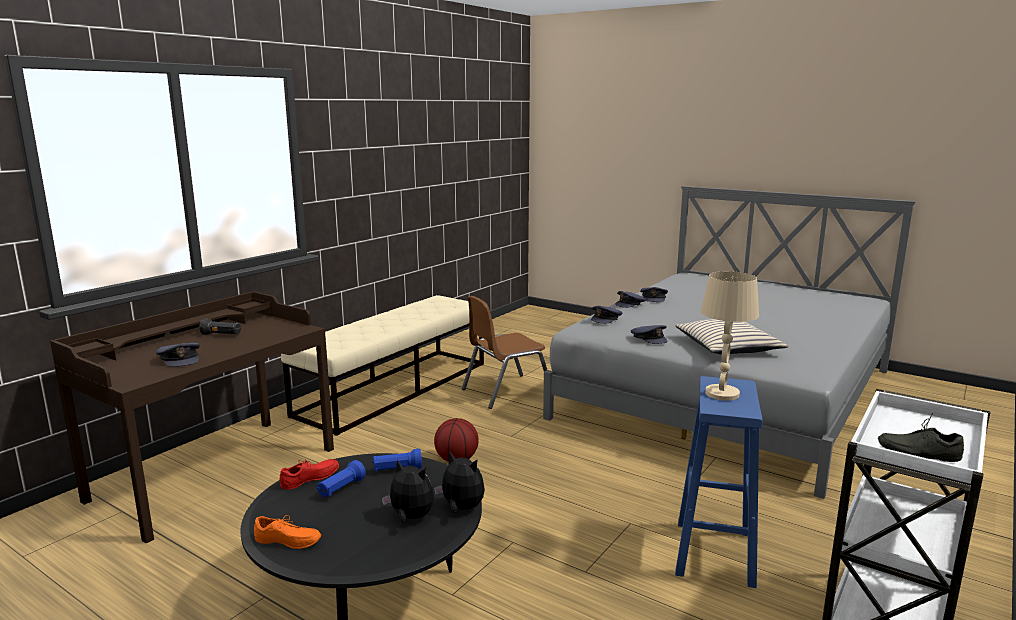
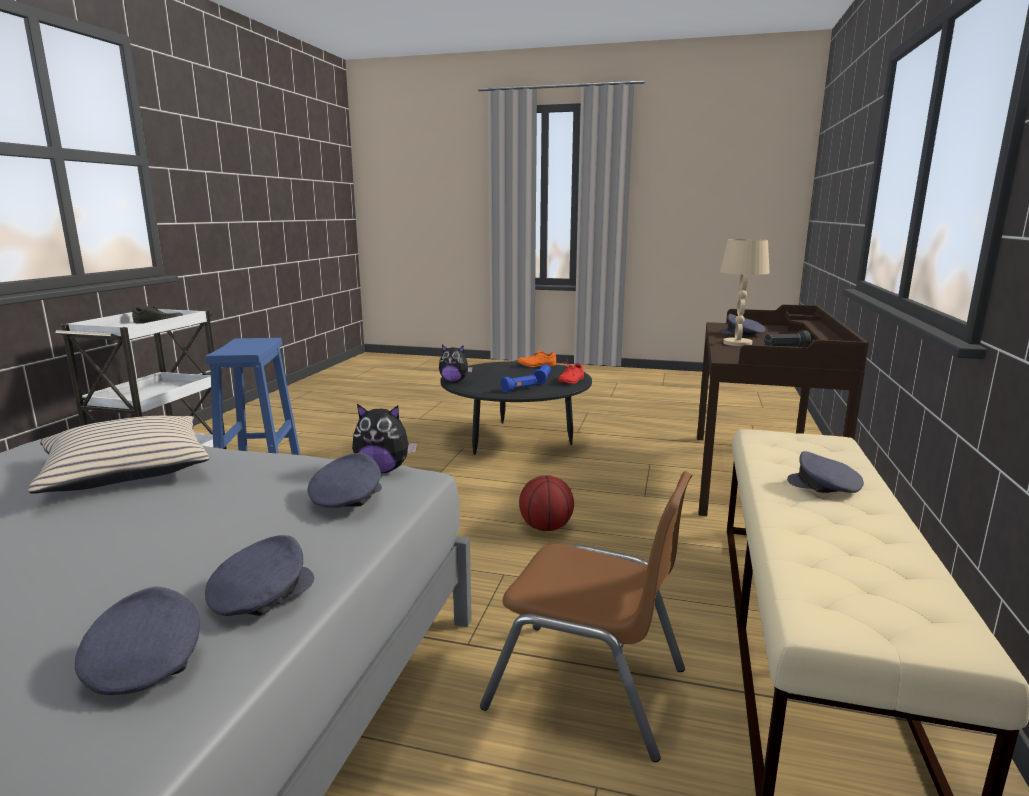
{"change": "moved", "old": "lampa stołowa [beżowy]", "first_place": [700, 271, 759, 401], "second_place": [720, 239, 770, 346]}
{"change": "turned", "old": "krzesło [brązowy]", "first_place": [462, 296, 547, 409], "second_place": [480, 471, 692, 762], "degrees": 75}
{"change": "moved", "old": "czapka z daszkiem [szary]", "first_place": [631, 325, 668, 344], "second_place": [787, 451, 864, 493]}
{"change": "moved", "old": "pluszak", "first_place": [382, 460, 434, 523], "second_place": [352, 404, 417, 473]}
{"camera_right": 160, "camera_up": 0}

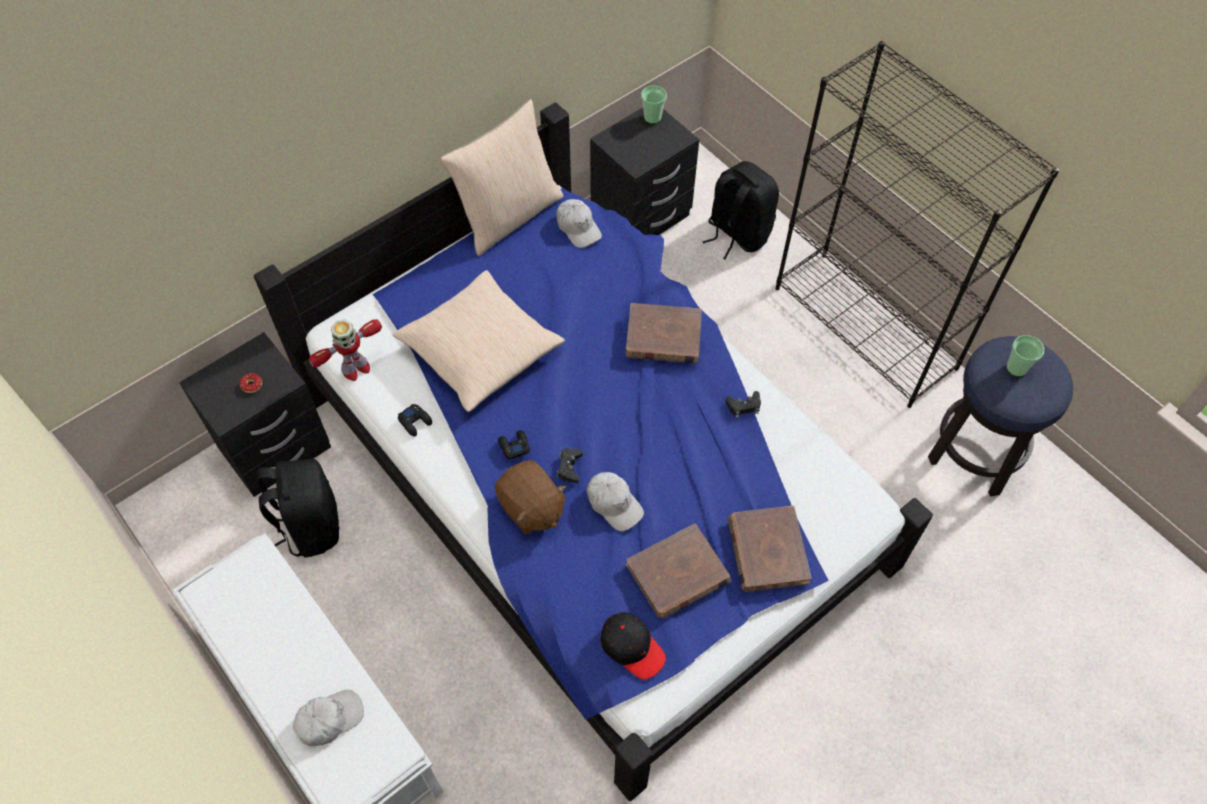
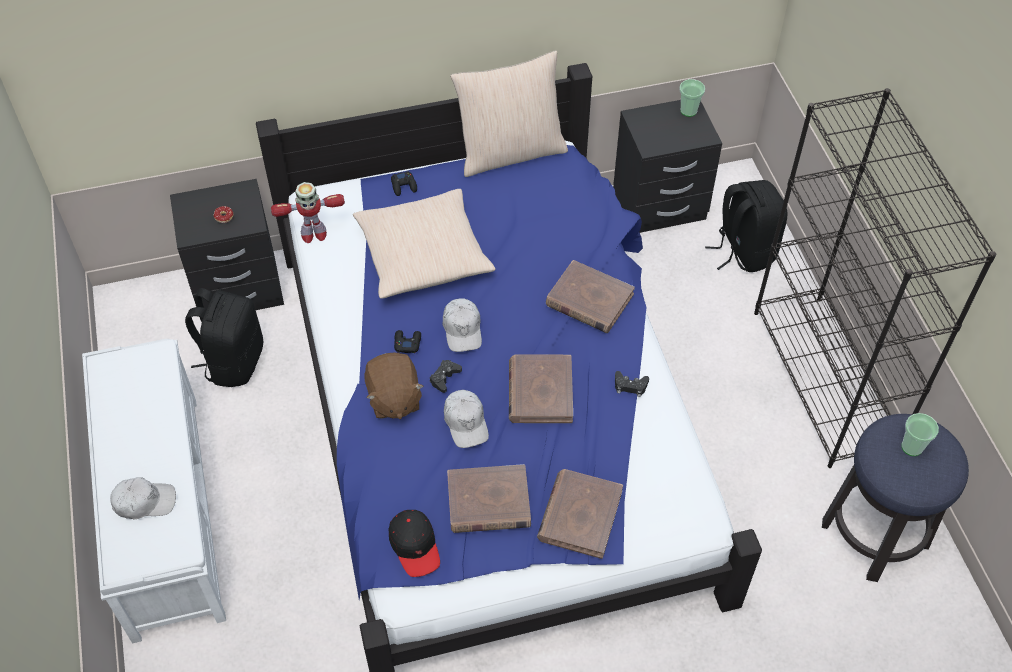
{"change": "moved", "old": "czapka z daszkiem [biały]", "first_place": [556, 199, 602, 248], "second_place": [442, 298, 482, 352]}
{"change": "moved", "old": "pad do gier [czarny]", "first_place": [398, 404, 432, 436], "second_place": [391, 171, 417, 196]}
{"change": "added", "new": "książka [brązowy]", "second_place": [509, 354, 573, 423]}
{"camera_right": 25, "camera_up": -5}

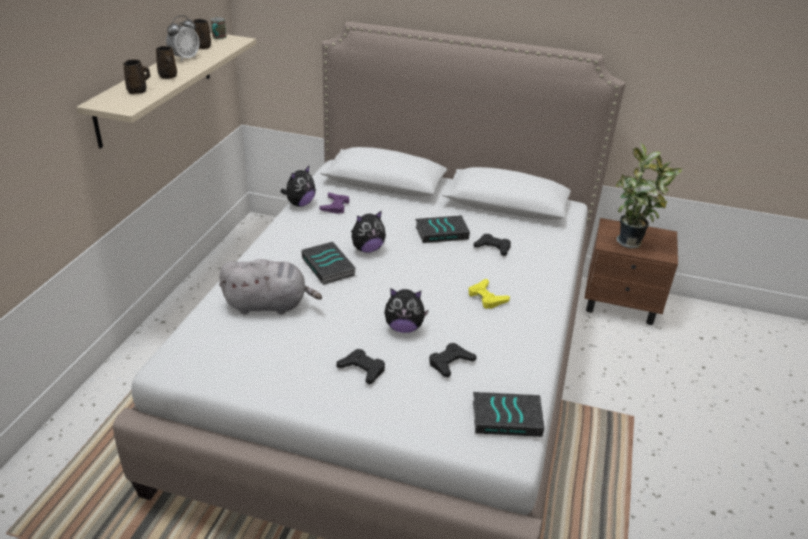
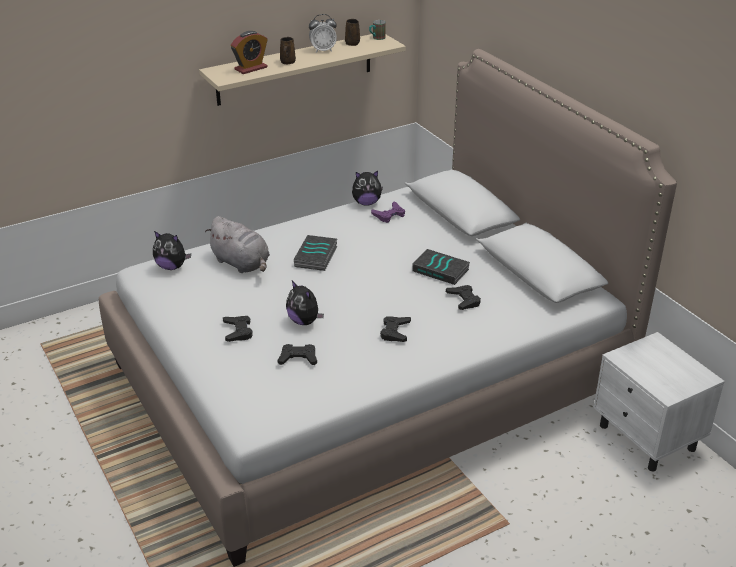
{"change": "replaced", "old": "kubek [brązowy]", "new": "budzik", "first_place": [123, 59, 150, 94], "second_place": [231, 31, 268, 74]}
{"change": "removed", "old": "roślina doniczkowa", "first_place": [616, 141, 683, 248]}
{"change": "moved", "old": "pluszak", "first_place": [351, 211, 386, 253], "second_place": [153, 231, 191, 270]}
{"change": "recoloured", "old": "szafka nocna [brązowy]", "new": "szafka nocna [biały]", "first_place": [584, 218, 678, 325], "second_place": [593, 332, 725, 471]}
{"change": "recoloured", "old": "pad do gier [żółty]", "new": "pad do gier [czarny]", "first_place": [468, 279, 510, 309], "second_place": [380, 316, 411, 342]}
{"change": "removed", "old": "książka", "first_place": [473, 392, 544, 437]}
{"camera_right": 45, "camera_up": 0}

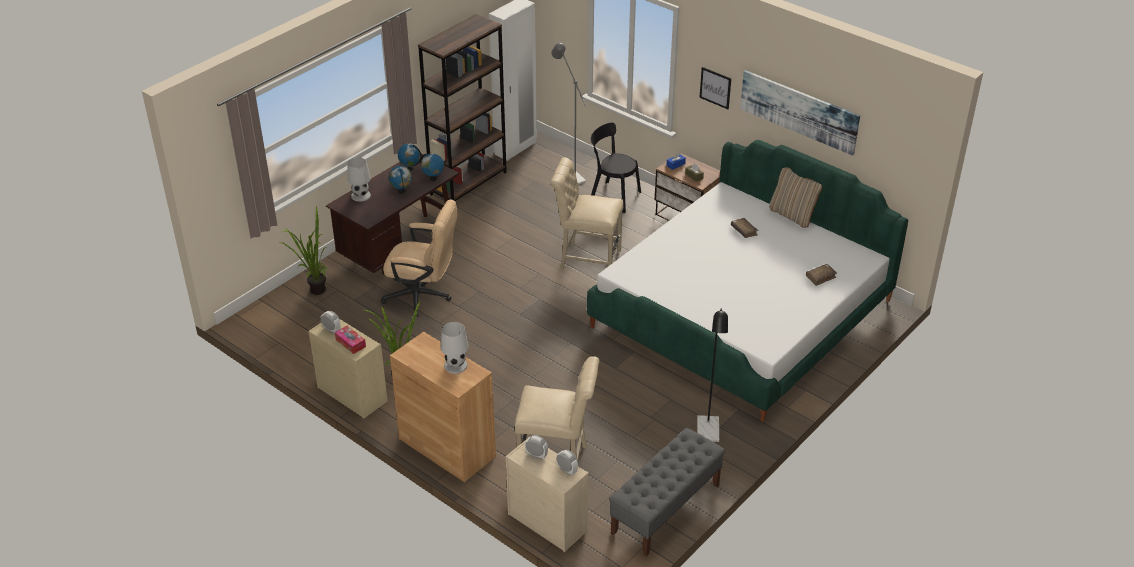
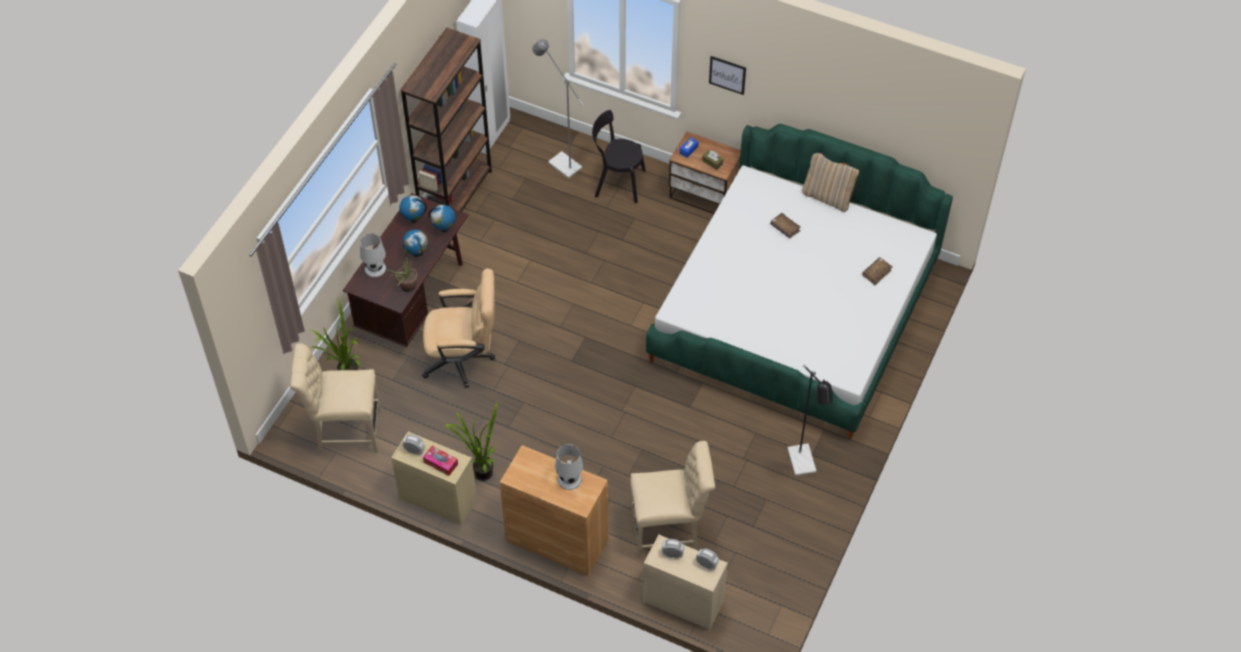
{"change": "removed", "old": "obraz", "first_place": [740, 70, 860, 156]}
{"change": "moved", "old": "krzesło [beżowy]", "first_place": [551, 157, 623, 270], "second_place": [290, 343, 381, 453]}
{"change": "removed", "old": "ławka [szary]", "first_place": [609, 428, 725, 557]}
{"change": "added", "new": "roślina doniczkowa", "second_place": [387, 247, 418, 292]}
{"camera_right": -15, "camera_up": 15}

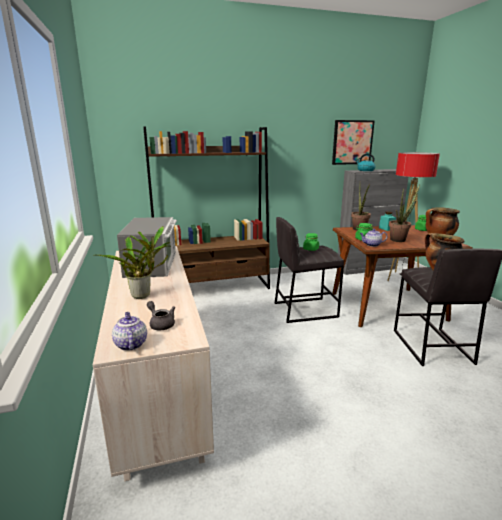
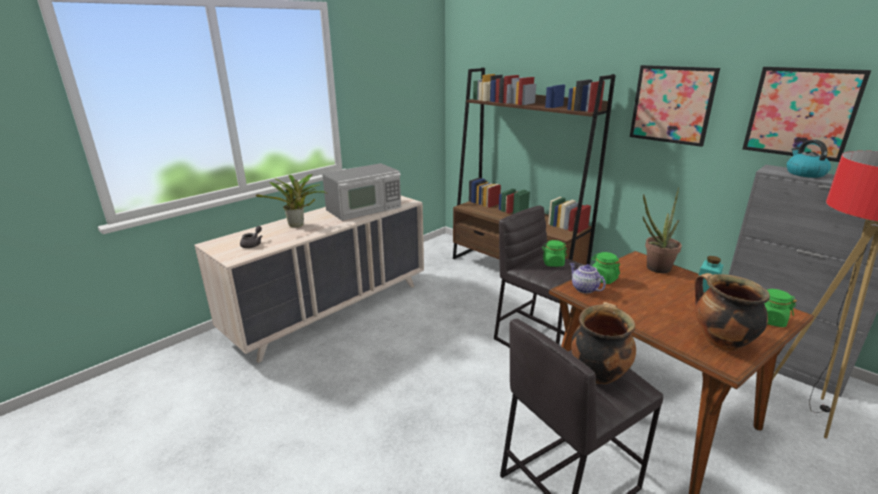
{"change": "removed", "old": "roślina doniczkowa", "first_place": [389, 184, 420, 242]}
{"change": "removed", "old": "imbryk", "first_place": [112, 312, 147, 351]}
{"change": "added", "new": "obraz", "second_place": [630, 65, 720, 147]}
{"camera_right": 60, "camera_up": 5}

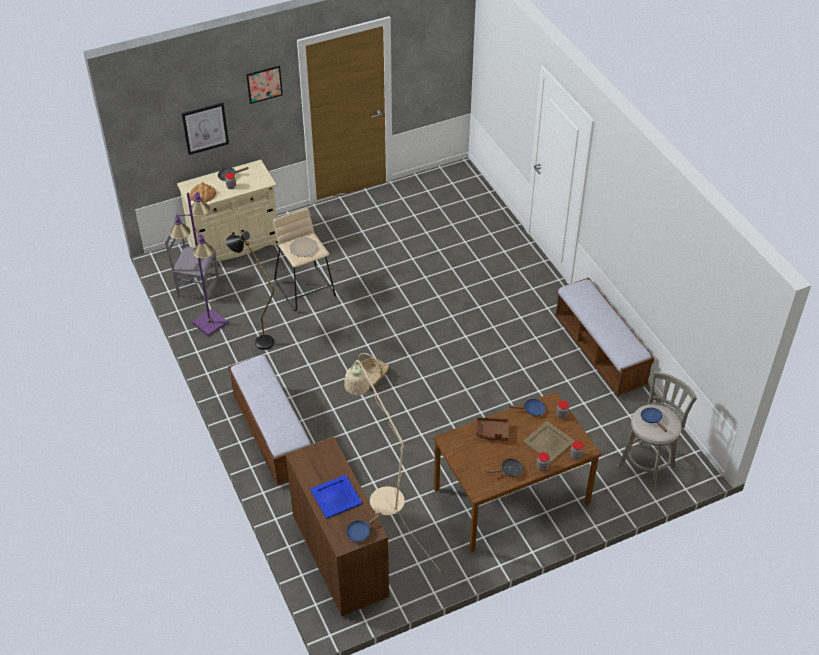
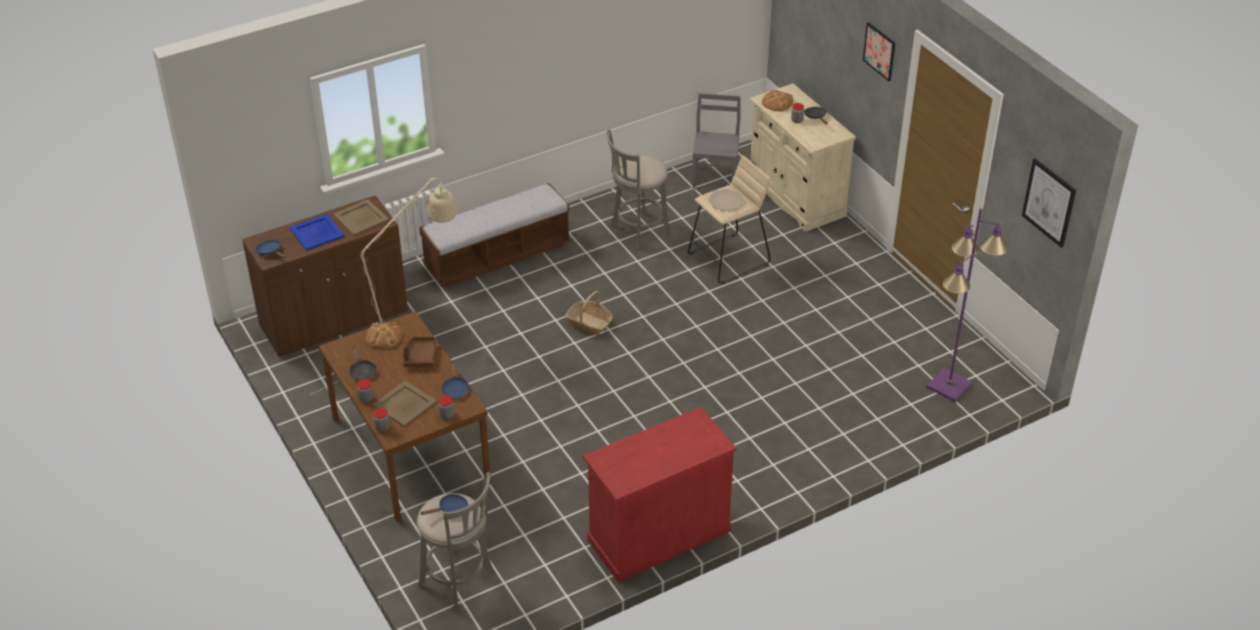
{"change": "moved", "old": "obraz", "first_place": [182, 102, 229, 155], "second_place": [1022, 159, 1076, 248]}
{"change": "moved", "old": "lampa stojąca [fioletowy]", "first_place": [169, 192, 228, 336], "second_place": [926, 208, 1008, 402]}
{"change": "replaced", "old": "lampa stojąca [czarny]", "new": "stołek [szary]", "first_place": [226, 231, 274, 350], "second_place": [607, 130, 672, 250]}
{"change": "replaced", "old": "ławka", "new": "szafka [czerwony]", "first_place": [555, 278, 654, 396], "second_place": [583, 407, 737, 582]}
{"change": "added", "new": "taca [beżowy]", "second_place": [333, 199, 389, 236]}
{"change": "added", "new": "chleb", "second_place": [366, 322, 403, 350]}
{"camera_right": 85, "camera_up": -5}

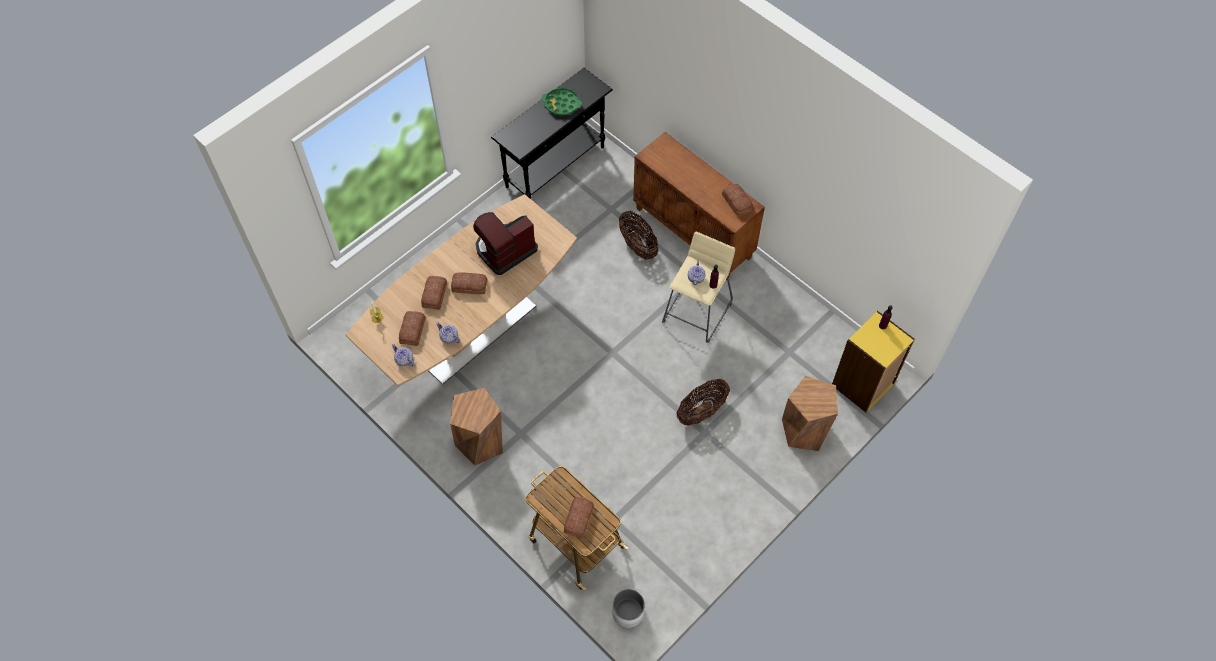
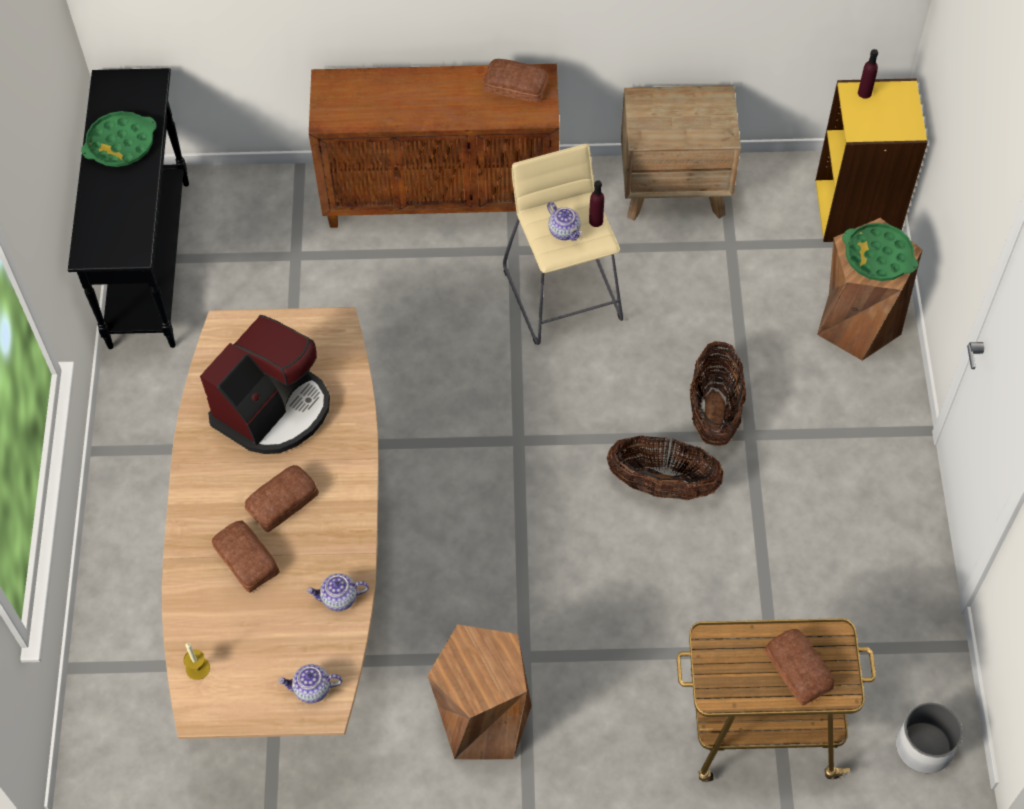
{"change": "moved", "old": "koszyk", "first_place": [619, 211, 658, 260], "second_place": [607, 435, 723, 500]}
{"change": "turned", "old": "ekspres do kawy", "first_place": [473, 212, 538, 275], "second_place": [200, 315, 330, 454], "degrees": -150}
{"change": "removed", "old": "chleb", "first_place": [399, 311, 425, 346]}
{"change": "added", "new": "szafka nocna [brązowy]", "second_place": [621, 85, 741, 221]}
{"change": "added", "new": "taca [zielony]", "second_place": [842, 223, 918, 281]}
{"camera_right": -45, "camera_up": 0}

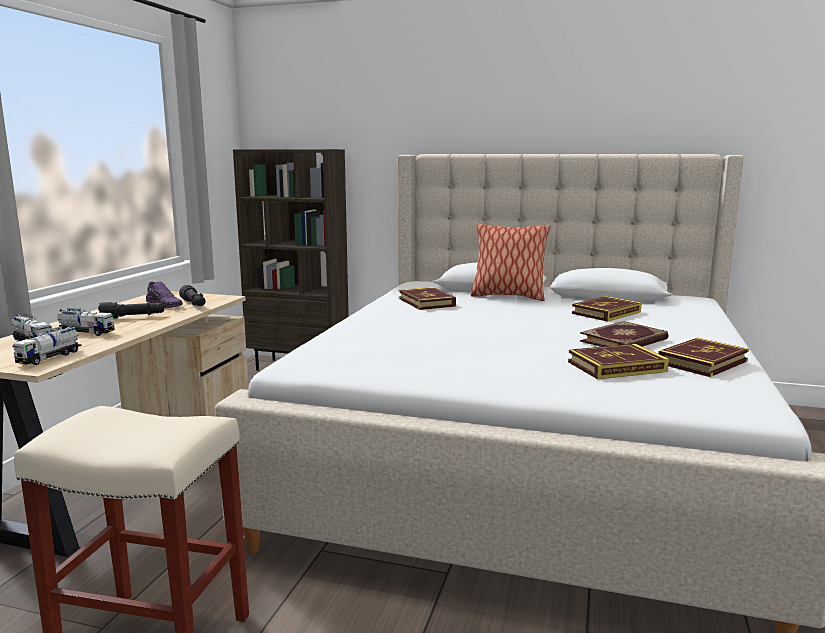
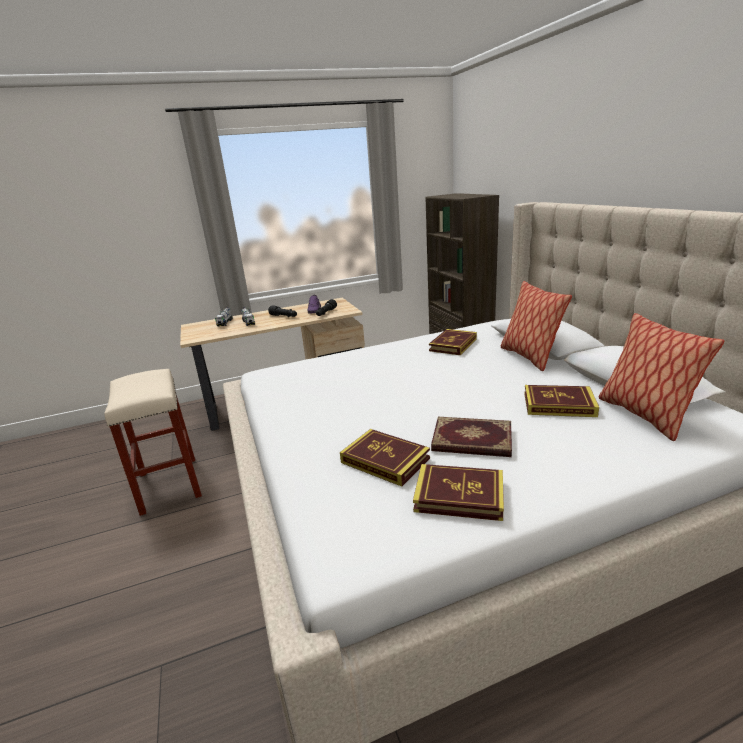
{"change": "removed", "old": "ciężarówka zabawkowa", "first_place": [12, 326, 82, 365]}
{"change": "added", "new": "poduszka", "second_place": [599, 313, 724, 441]}
{"camera_right": 55, "camera_up": 10}

